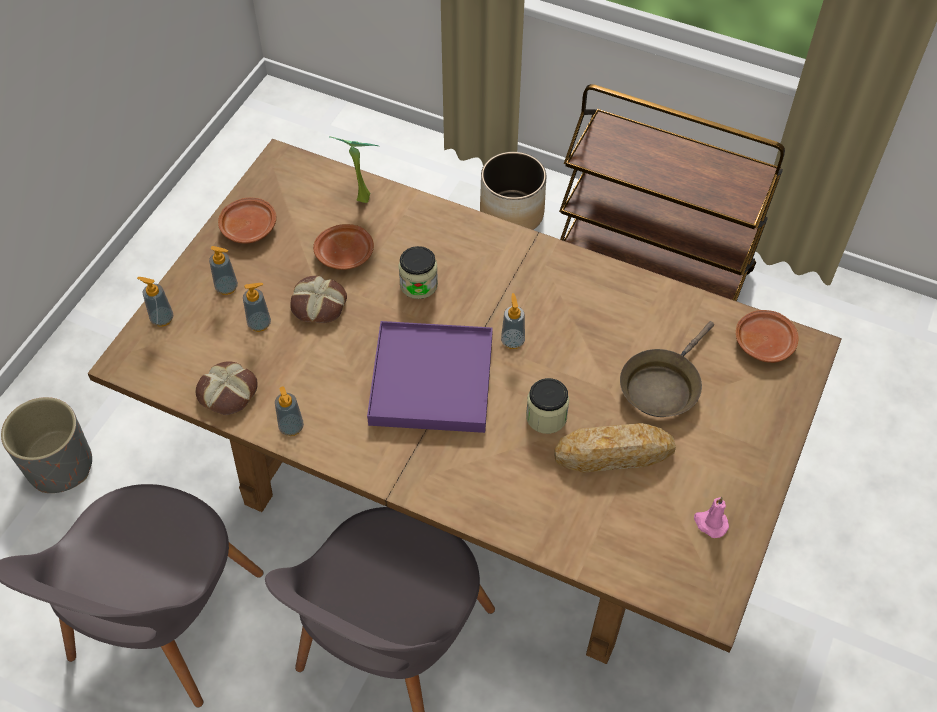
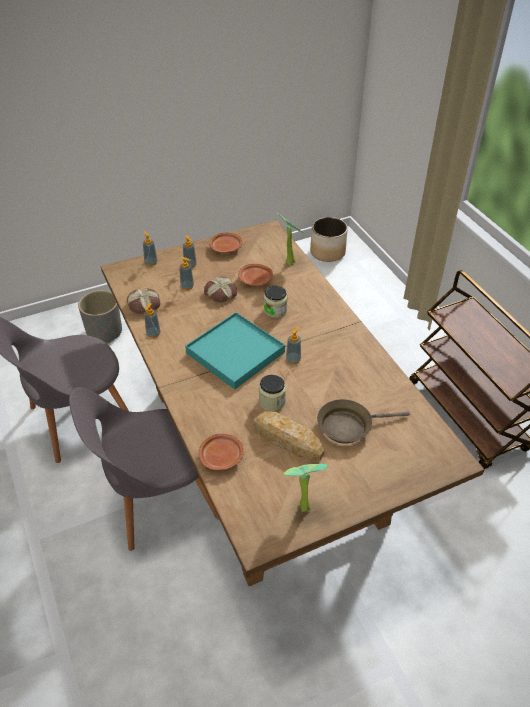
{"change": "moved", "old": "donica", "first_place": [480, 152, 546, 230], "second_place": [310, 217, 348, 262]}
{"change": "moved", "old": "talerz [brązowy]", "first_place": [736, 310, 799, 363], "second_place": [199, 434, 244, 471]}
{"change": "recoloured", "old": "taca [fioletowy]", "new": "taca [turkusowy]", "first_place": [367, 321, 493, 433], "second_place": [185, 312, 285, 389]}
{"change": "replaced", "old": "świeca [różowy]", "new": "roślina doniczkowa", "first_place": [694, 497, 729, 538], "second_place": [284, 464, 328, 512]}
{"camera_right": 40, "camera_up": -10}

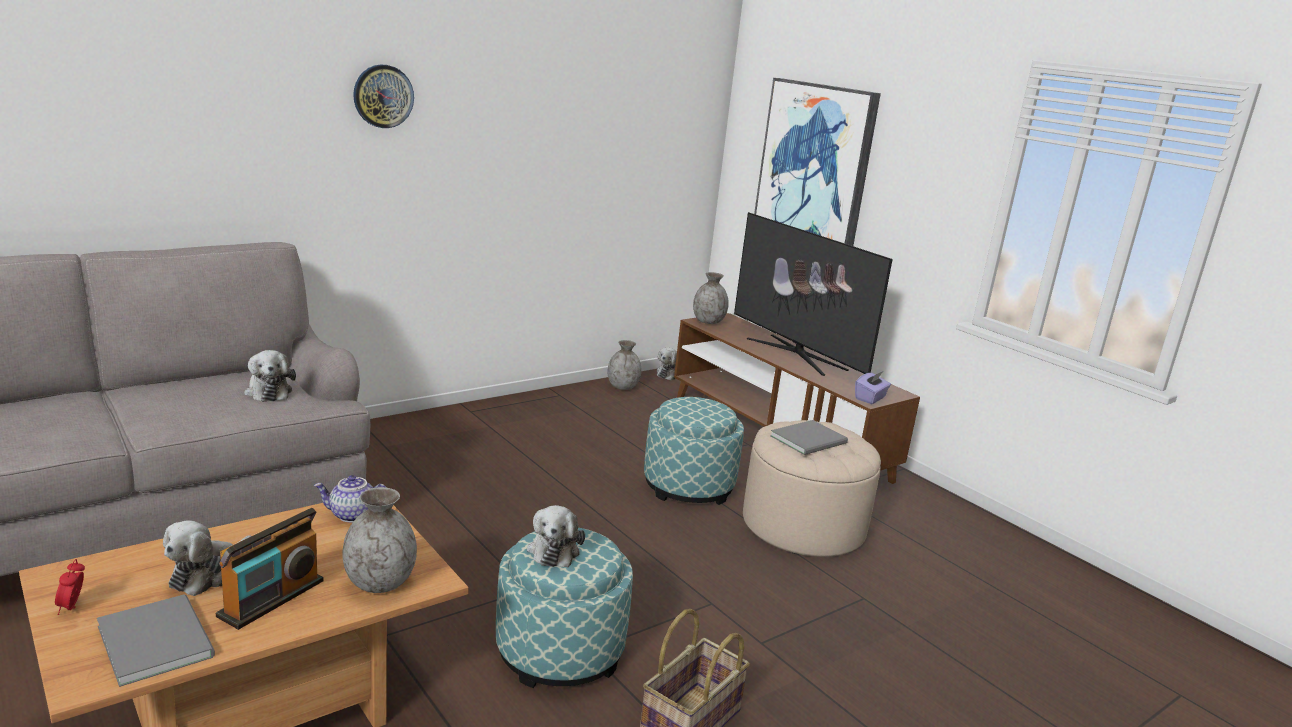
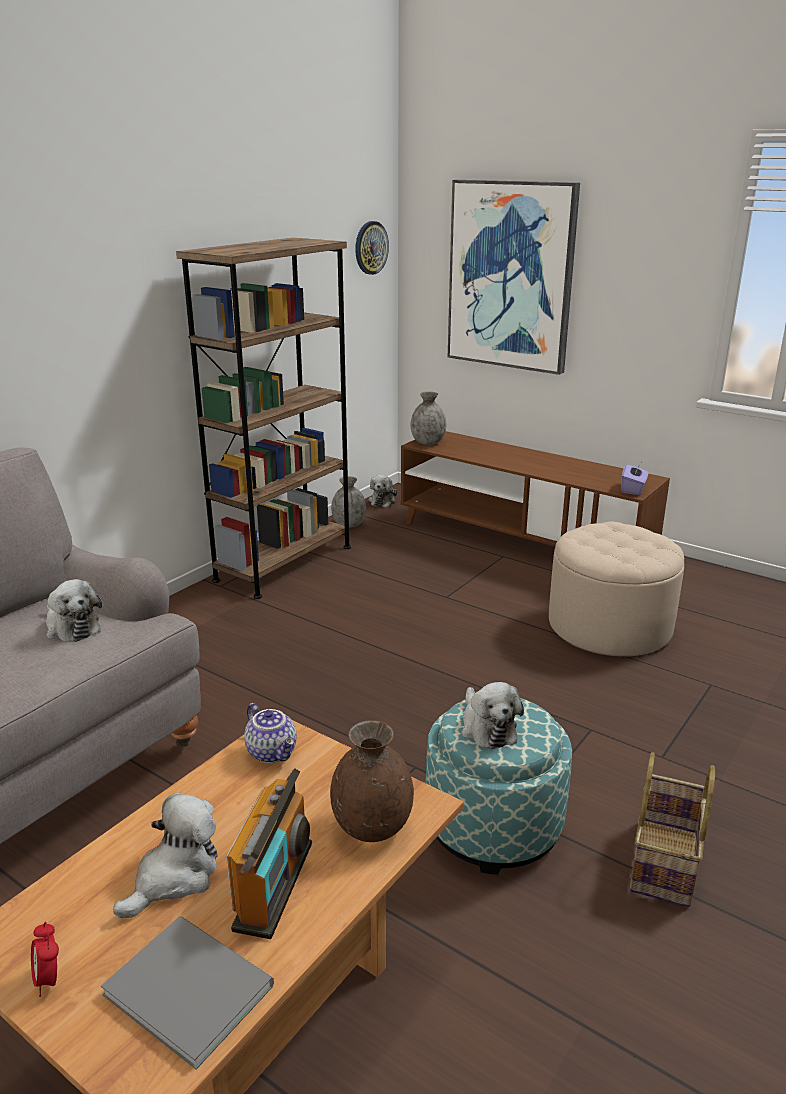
{"change": "moved", "old": "zegar ścienny", "first_place": [353, 64, 414, 128], "second_place": [355, 221, 389, 275]}
{"change": "removed", "old": "telewizor", "first_place": [734, 212, 893, 376]}
{"change": "removed", "old": "pufa", "first_place": [644, 397, 744, 505]}
{"change": "removed", "old": "książka [szary]", "first_place": [770, 420, 848, 455]}
{"change": "turned", "old": "imbryk", "first_place": [314, 475, 387, 522], "second_place": [244, 703, 297, 763], "degrees": -105}
{"change": "recoloured", "old": "wazon [szary]", "new": "wazon [brązowy]", "first_place": [342, 487, 417, 593], "second_place": [330, 720, 414, 842]}
{"change": "turned", "old": "pluszak", "first_place": [163, 520, 251, 596], "second_place": [113, 792, 217, 919], "degrees": -150}
{"change": "added", "new": "regał [brązowy]", "second_place": [176, 238, 351, 599]}
{"camera_right": -15, "camera_up": 5}

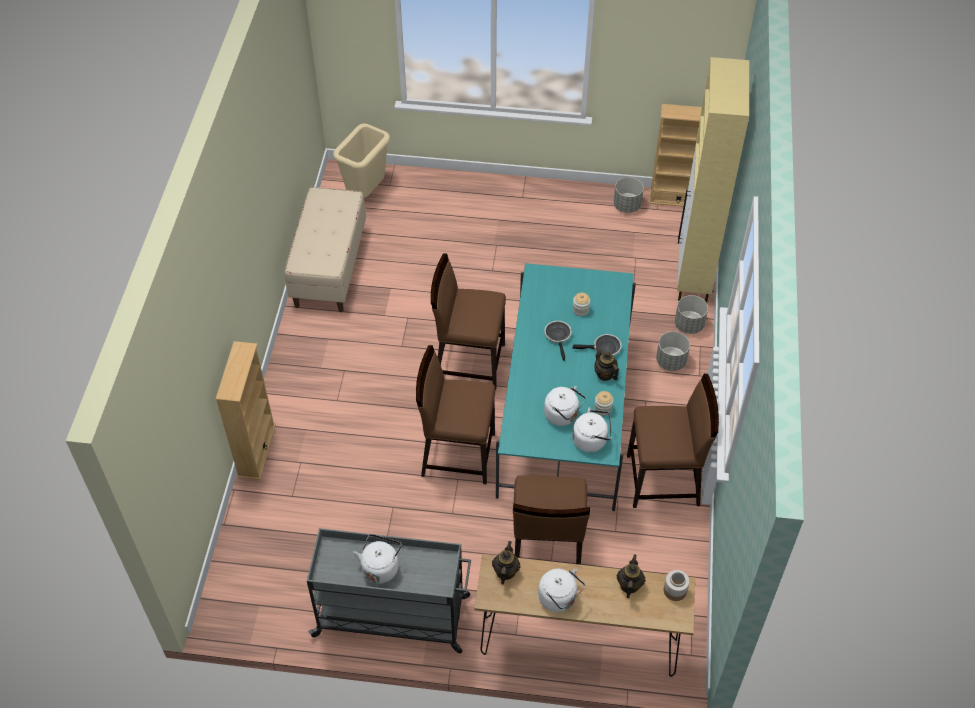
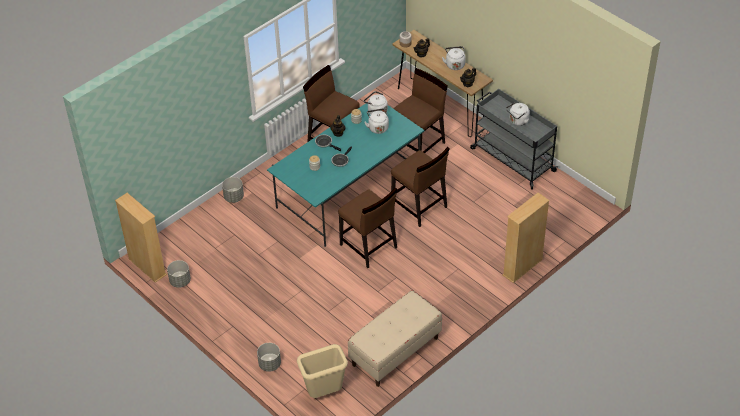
{"change": "removed", "old": "szafka [beżowy]", "first_place": [677, 57, 749, 303]}
{"change": "moved", "old": "donica [szary]", "first_place": [656, 331, 690, 371], "second_place": [257, 343, 281, 372]}
{"camera_right": -140, "camera_up": -5}

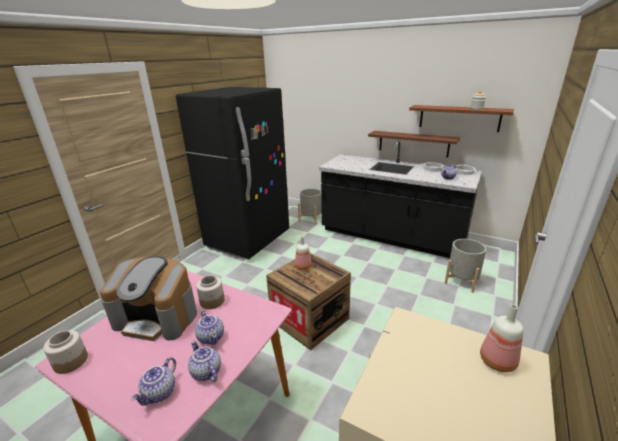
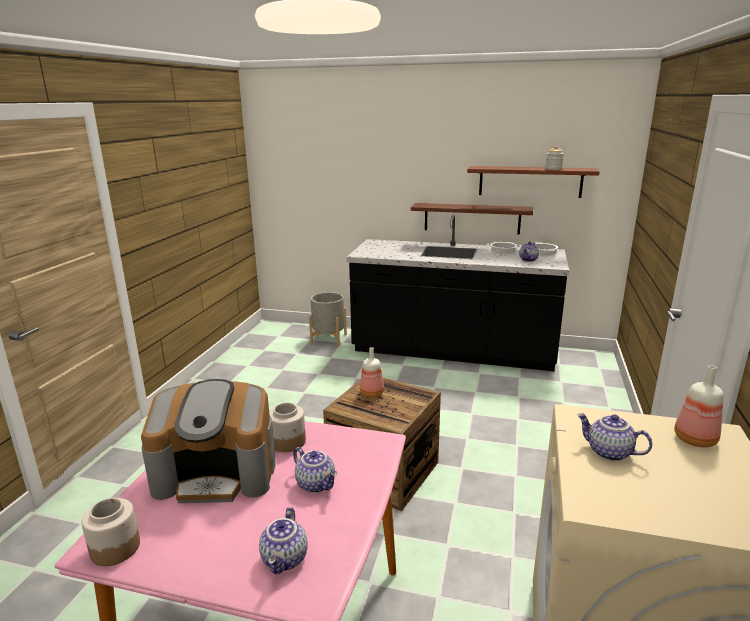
{"change": "removed", "old": "lodówka [czarny]", "first_place": [176, 87, 289, 259]}
{"change": "removed", "old": "donica [szary]", "first_place": [445, 239, 486, 293]}
{"change": "moved", "old": "imbryk", "first_place": [188, 341, 221, 382], "second_place": [577, 413, 652, 461]}
{"camera_right": -15, "camera_up": -5}

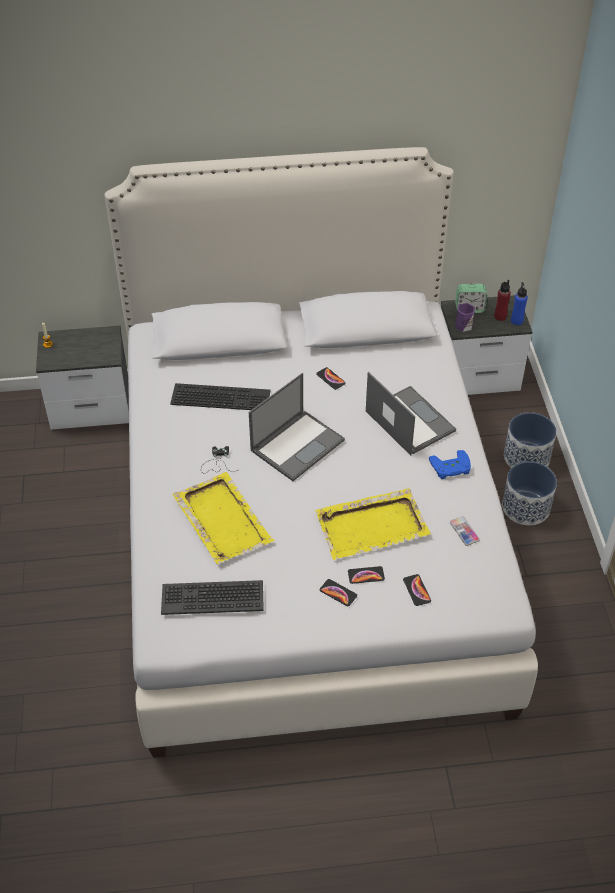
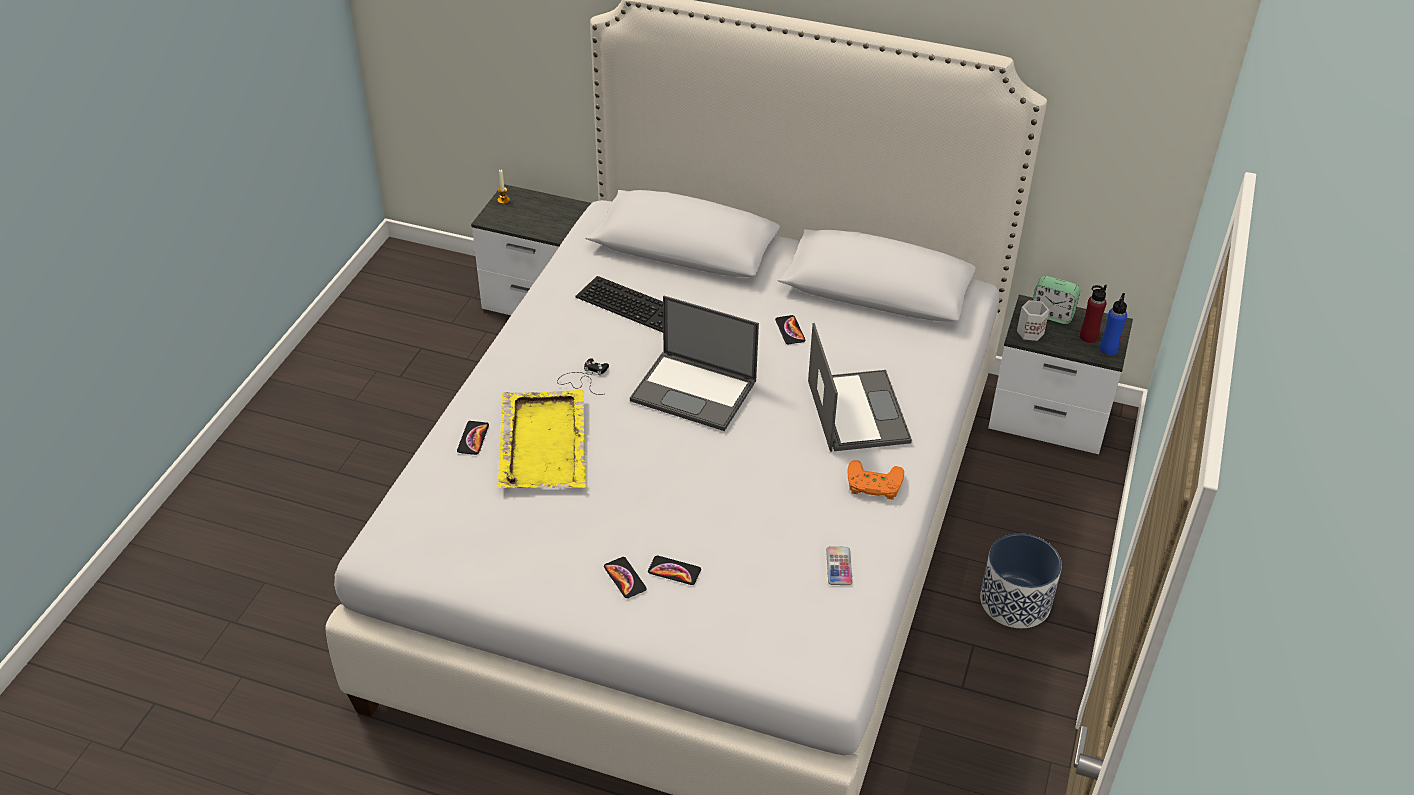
{"change": "recoloured", "old": "kubek [fioletowy]", "new": "kubek [biały]", "first_place": [455, 303, 475, 332], "second_place": [1017, 300, 1049, 341]}
{"change": "turned", "old": "laptop", "first_place": [249, 373, 345, 481], "second_place": [630, 296, 759, 431], "degrees": 45}
{"change": "removed", "old": "donica", "first_place": [504, 412, 557, 468]}
{"change": "recoloured", "old": "pad do gier [niebieski]", "new": "pad do gier [pomarańczowy]", "first_place": [429, 450, 471, 479], "second_place": [848, 460, 904, 500]}
{"change": "removed", "old": "taca [żółty]", "first_place": [315, 488, 431, 560]}
{"change": "moved", "old": "telefon", "first_place": [403, 574, 431, 606], "second_place": [457, 421, 489, 455]}
{"change": "removed", "old": "klawiatura", "first_place": [161, 580, 264, 615]}
{"camera_right": 25, "camera_up": -5}

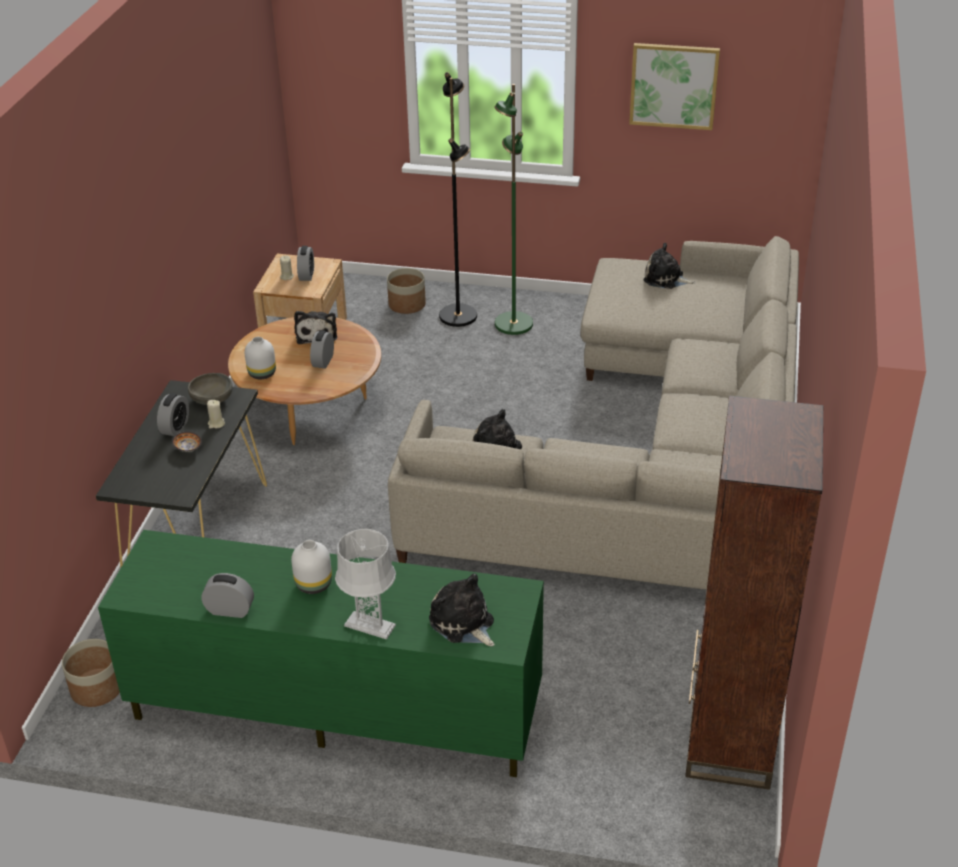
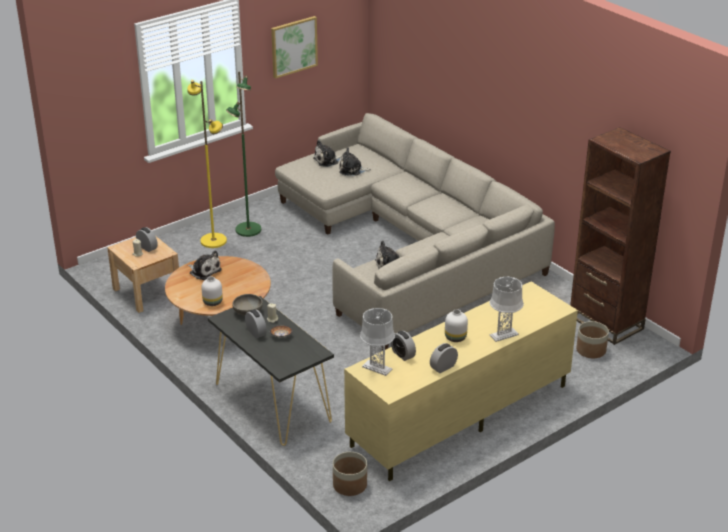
{"change": "recoloured", "old": "lampa stojąca [czarny]", "new": "lampa stojąca [żółty]", "first_place": [439, 72, 477, 327], "second_place": [187, 80, 227, 248]}
{"change": "moved", "old": "donica", "first_place": [387, 268, 426, 314], "second_place": [576, 321, 609, 358]}
{"change": "moved", "old": "budzik", "first_place": [310, 330, 334, 369], "second_place": [391, 331, 416, 361]}
{"change": "recoloured", "old": "szafka pod telewizor [zielony]", "new": "szafka pod telewizor [beżowy]", "first_place": [98, 530, 544, 777], "second_place": [344, 281, 578, 481]}
{"change": "moved", "old": "pluszak", "first_place": [429, 573, 495, 646], "second_place": [339, 147, 371, 175]}
{"change": "added", "new": "lampa stołowa [szary]", "second_place": [360, 308, 395, 376]}
{"camera_right": -50, "camera_up": -5}

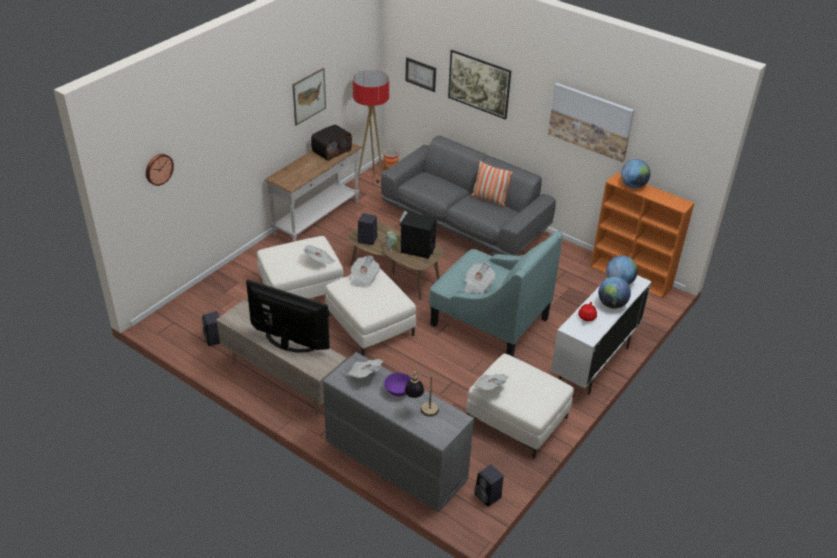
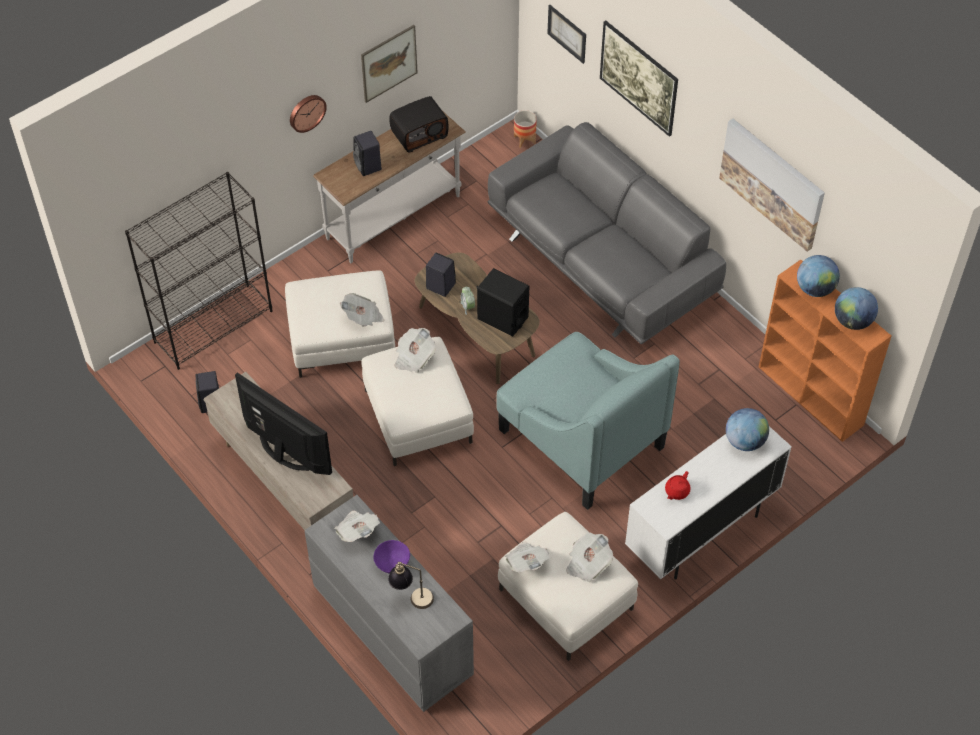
{"change": "removed", "old": "lampa stojąca", "first_place": [353, 70, 389, 185]}
{"change": "moved", "old": "zegar ścienny", "first_place": [146, 154, 174, 186], "second_place": [290, 95, 327, 133]}
{"change": "removed", "old": "poduszka", "first_place": [471, 160, 513, 207]}
{"change": "moved", "old": "gazeta", "first_place": [465, 262, 495, 294], "second_place": [566, 532, 613, 582]}
{"change": "moved", "old": "globus", "first_place": [598, 277, 631, 309], "second_place": [835, 287, 878, 330]}
{"change": "moved", "old": "głośnik [czarny]", "first_place": [475, 465, 504, 507], "second_place": [353, 131, 382, 176]}
{"change": "added", "new": "regał [czarny]", "second_place": [125, 172, 272, 370]}
{"camera_right": 15, "camera_up": 15}

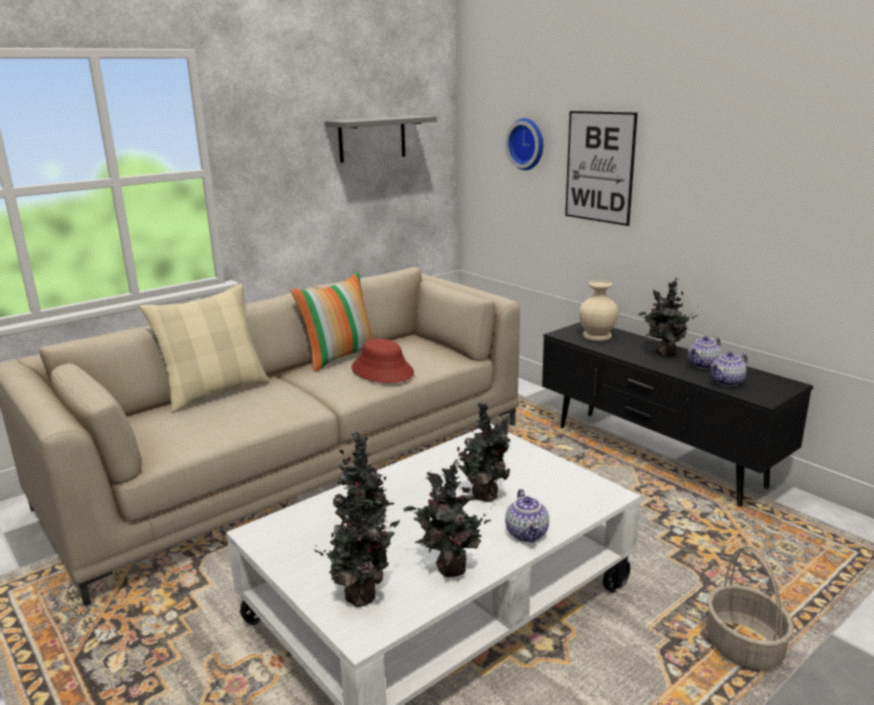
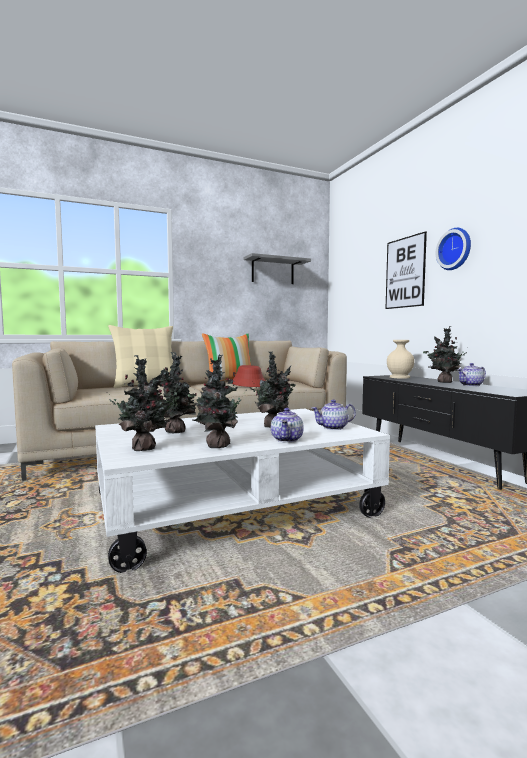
{"change": "moved", "old": "zegar ścienny", "first_place": [505, 118, 543, 170], "second_place": [436, 228, 471, 270]}
{"change": "moved", "old": "imbryk", "first_place": [711, 352, 748, 387], "second_place": [311, 399, 356, 430]}
{"change": "removed", "old": "koszyk", "first_place": [707, 546, 794, 670]}
{"camera_right": 15, "camera_up": -15}

